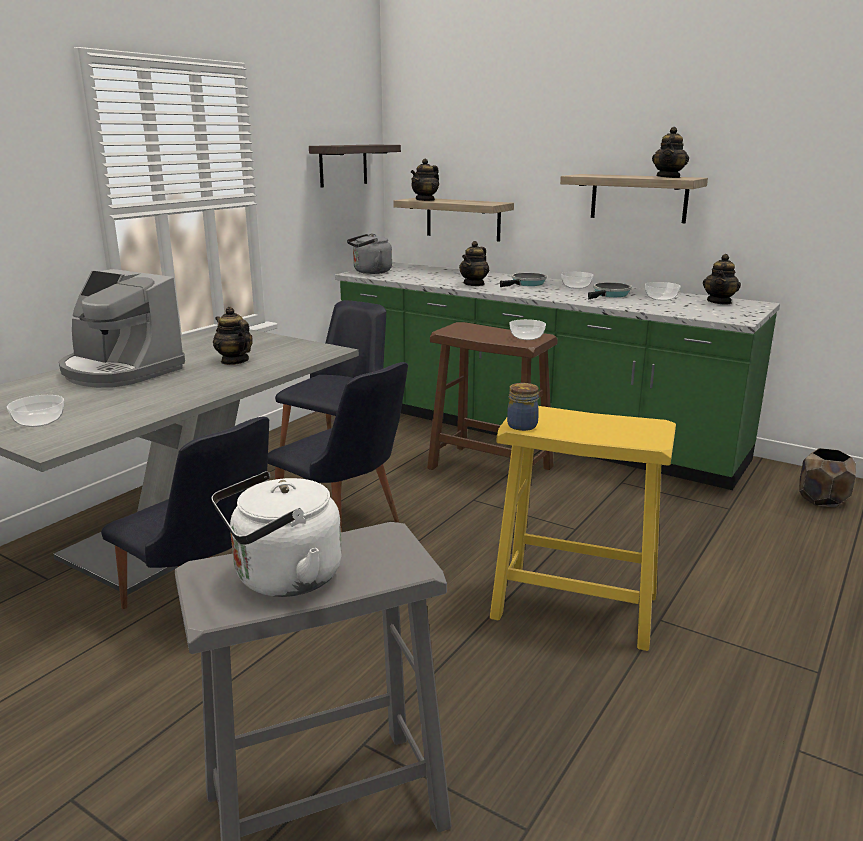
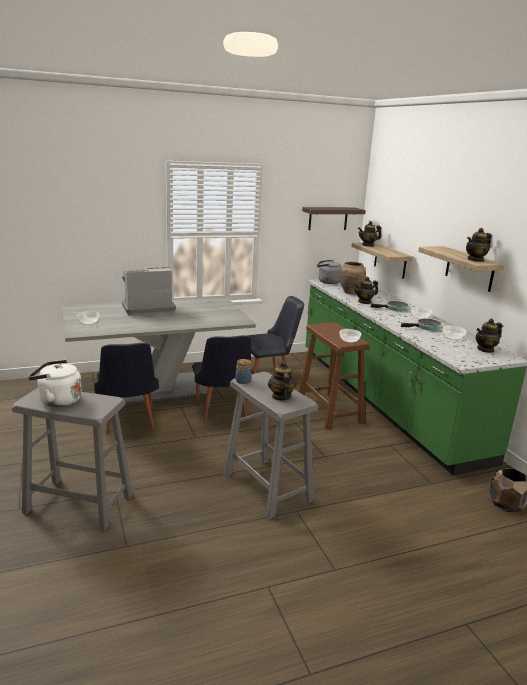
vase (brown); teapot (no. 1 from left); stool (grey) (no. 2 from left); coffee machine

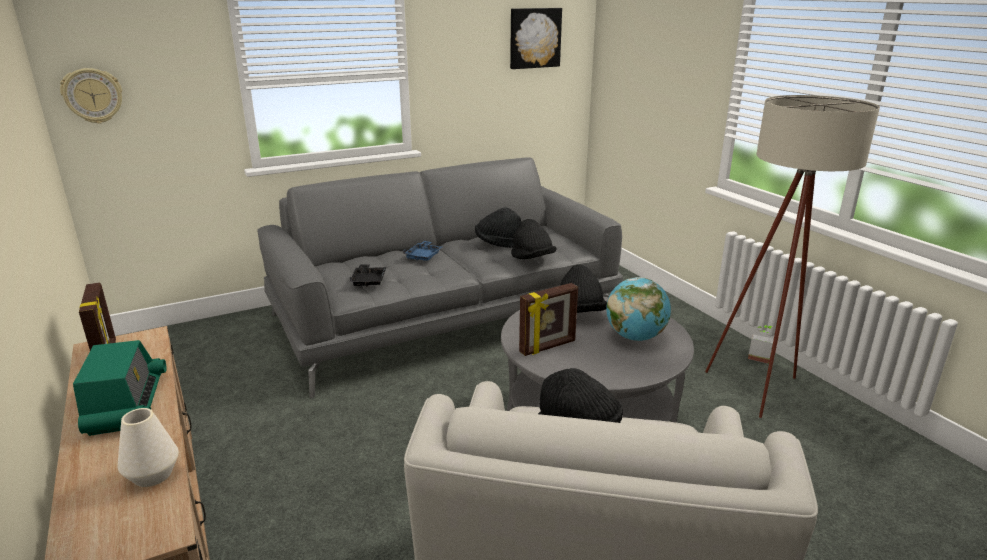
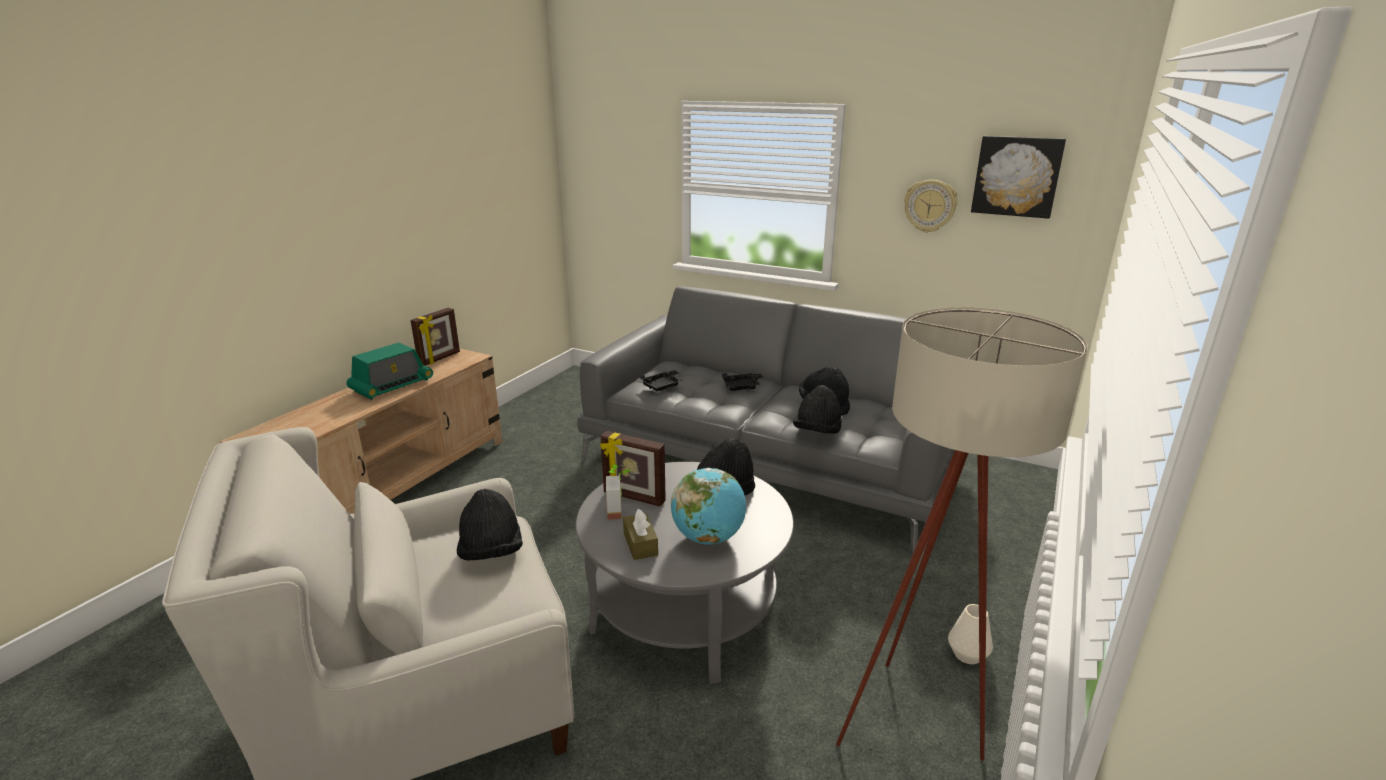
tissue box (brown); wall clock; vase (white); potted plant; tray (black) (no. 2 from left)

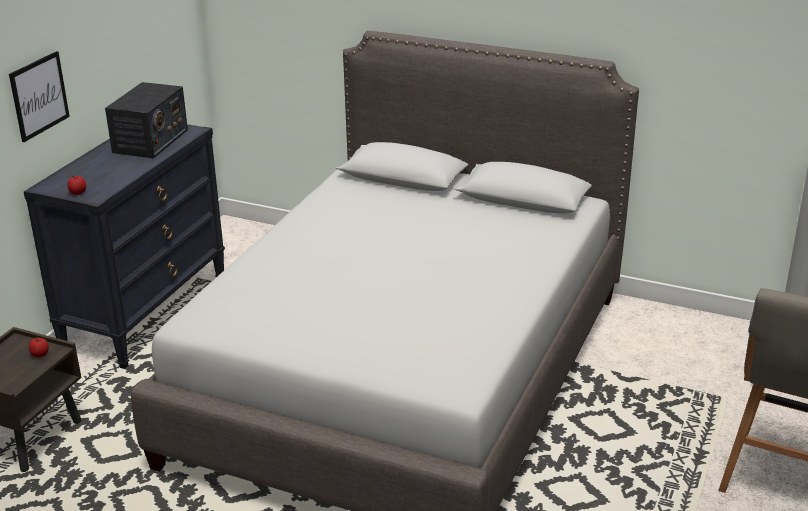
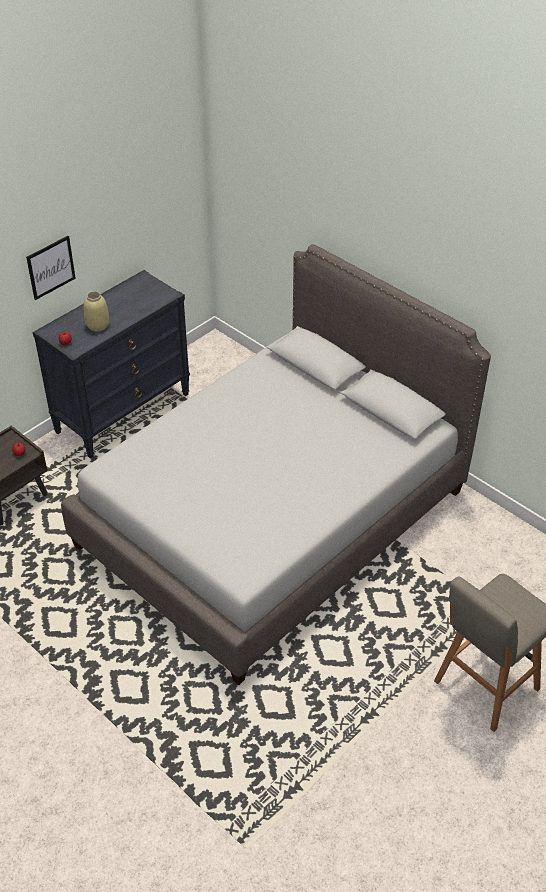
radio; vase (beige)

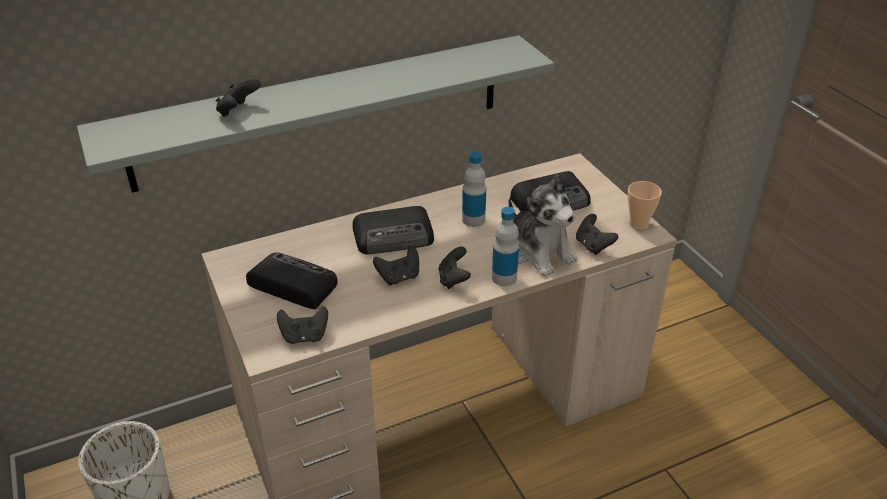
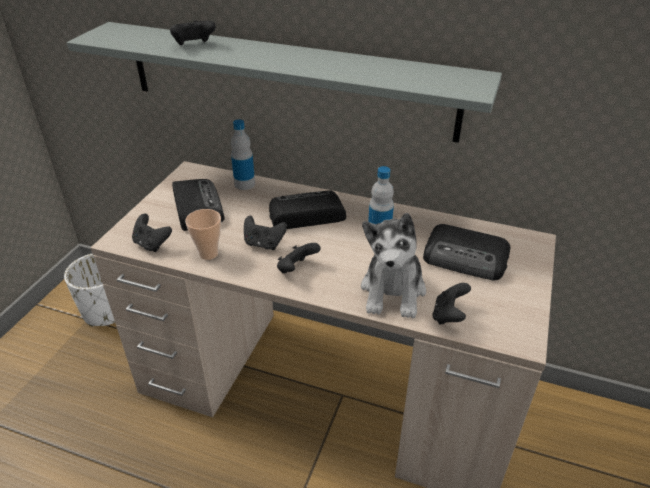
bottle (no. 1 from left); cup; radio (no. 2 from left)

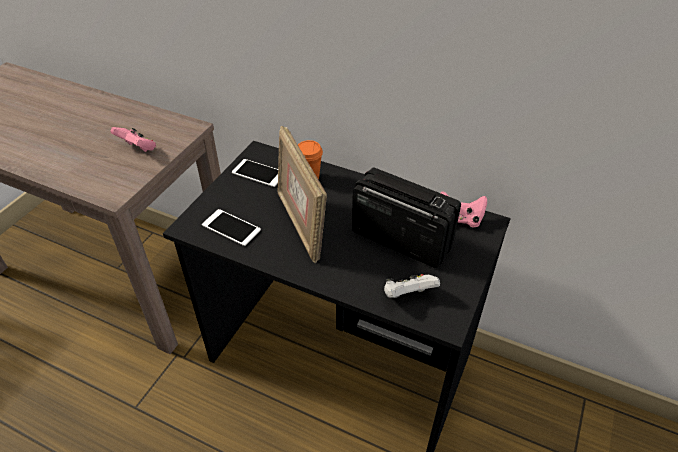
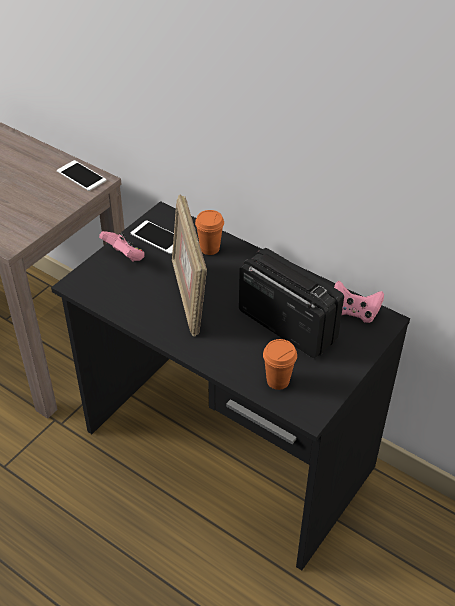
game controller (pink) (no. 1 from left); phone (no. 1 from left); cup (orange) (no. 2 from left)

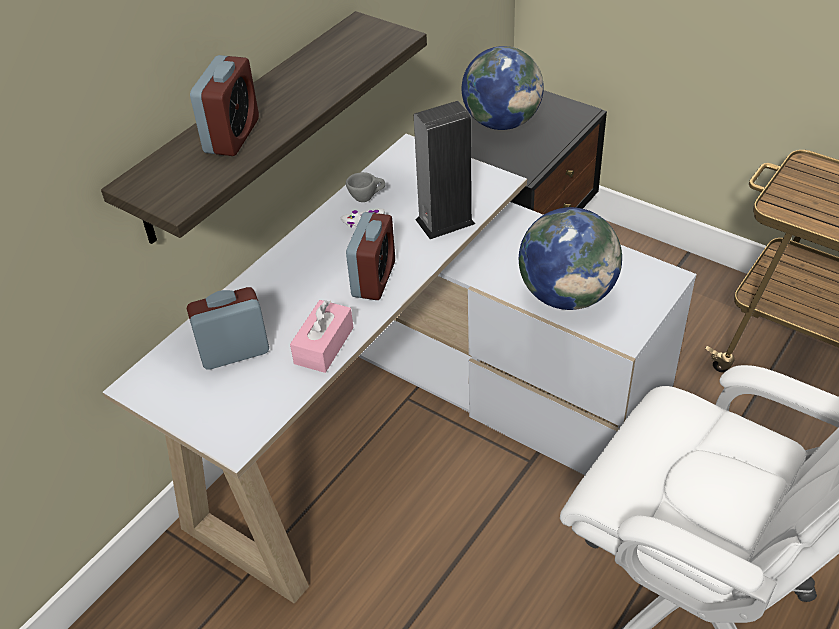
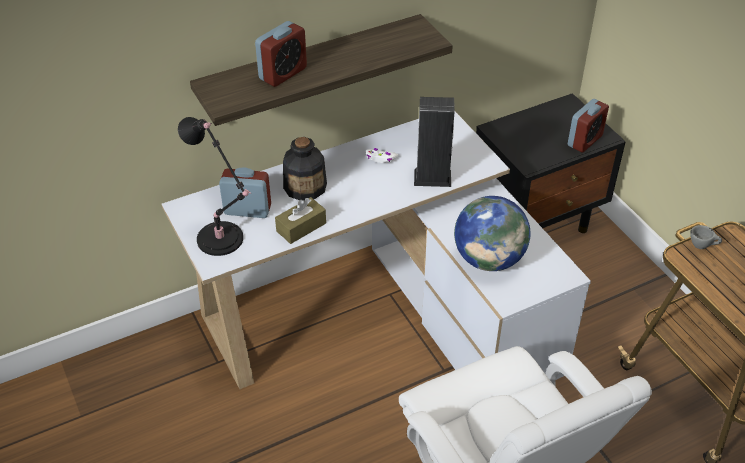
globe (no. 1 from left in the first image); table lamp (black); bottle; cup (grey); alarm clock (no. 3 from left); tissue box (brown)

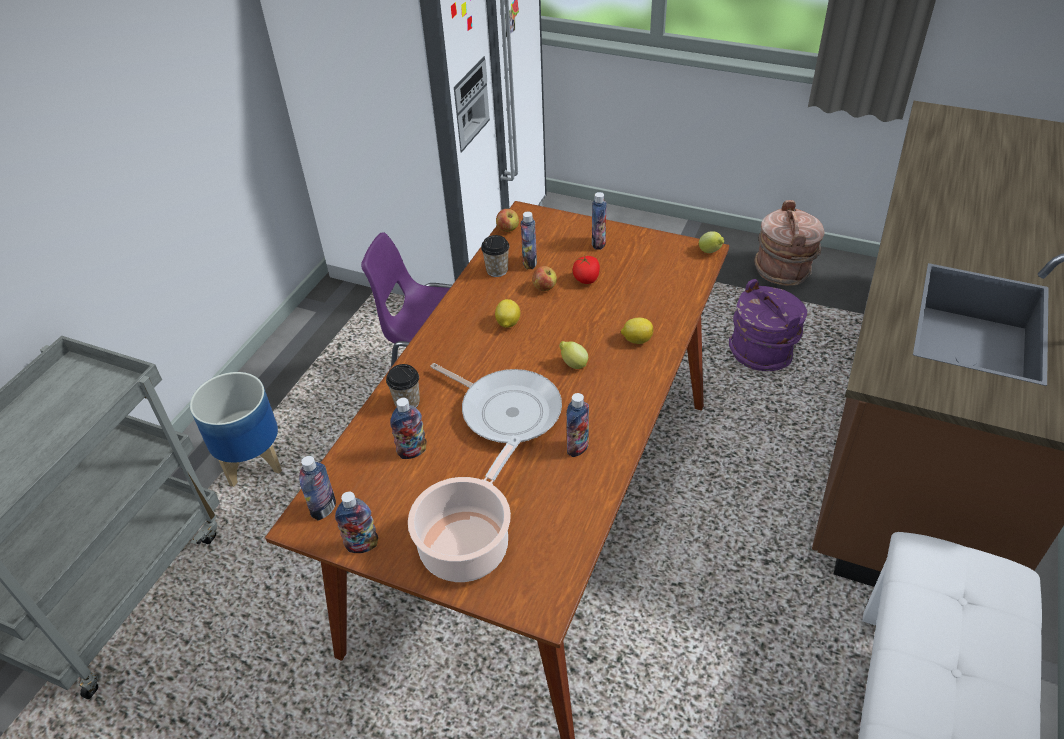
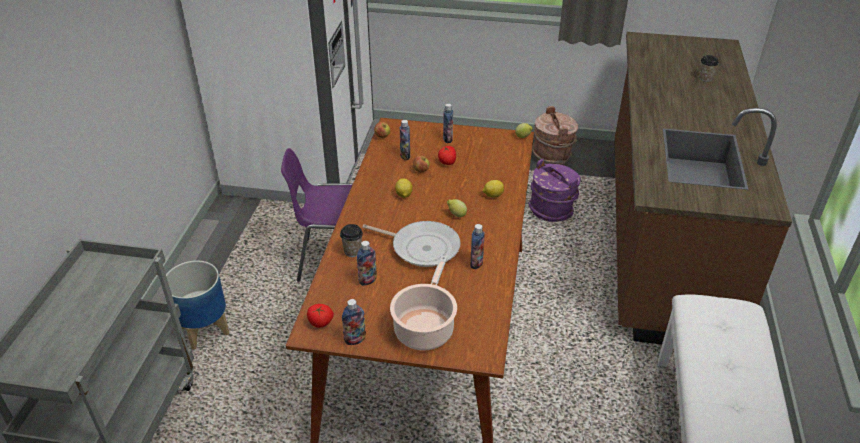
cup (no. 2 from left); tomato (no. 1 from left)

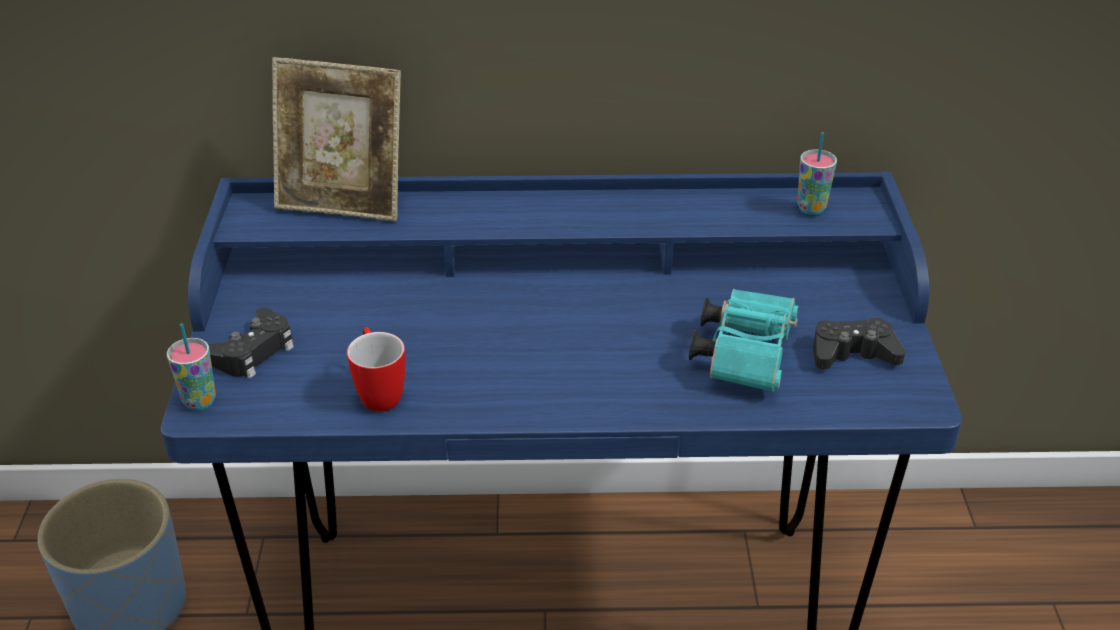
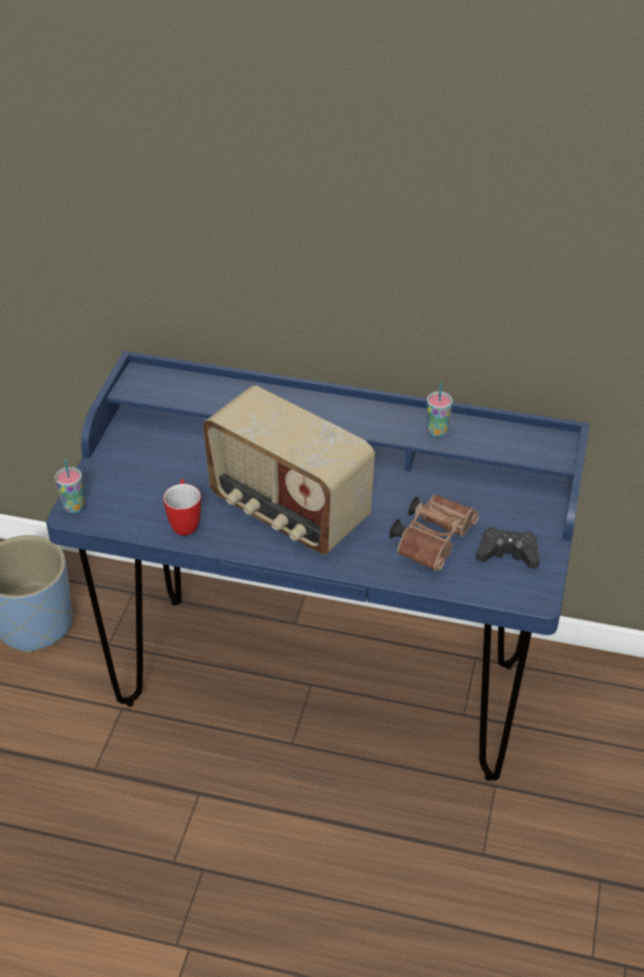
game controller (black) (no. 1 from left in the first image); picture frame; radio; cup (no. 2 from left); binoculars (brown)

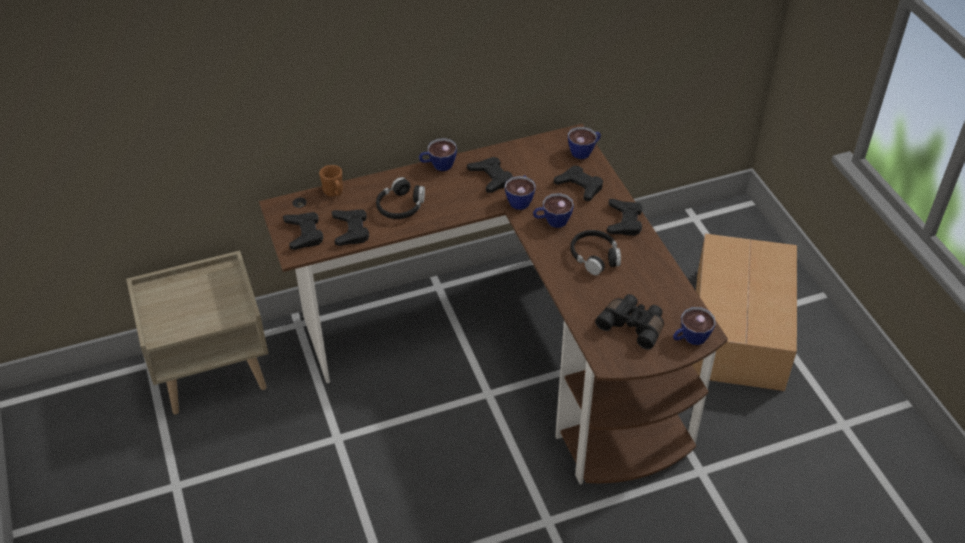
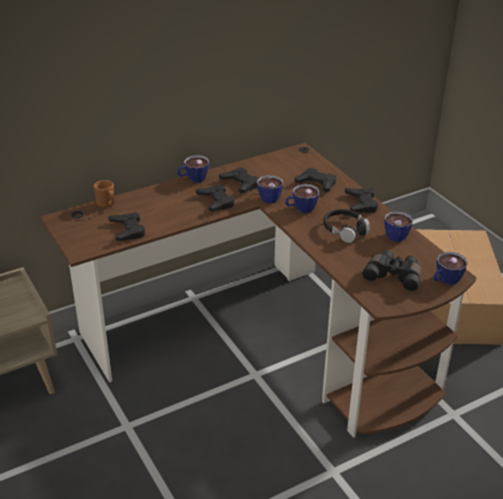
headphones (black) (no. 1 from left in the first image); game controller (black) (no. 2 from left); cup (no. 4 from left)

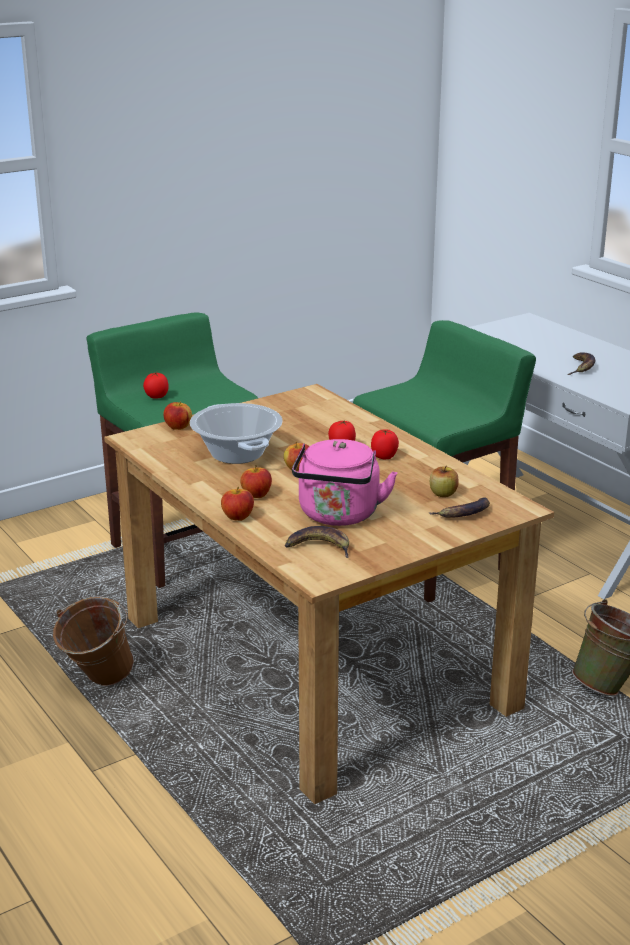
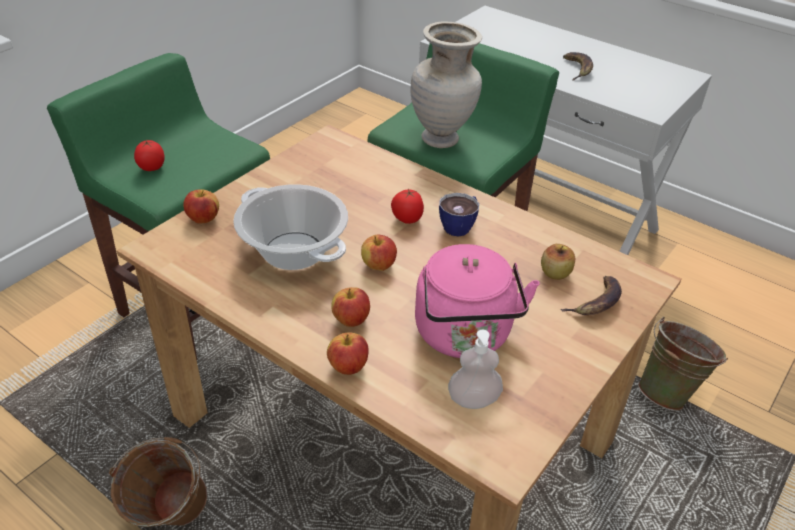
vase (beige); soap dispenser; cup

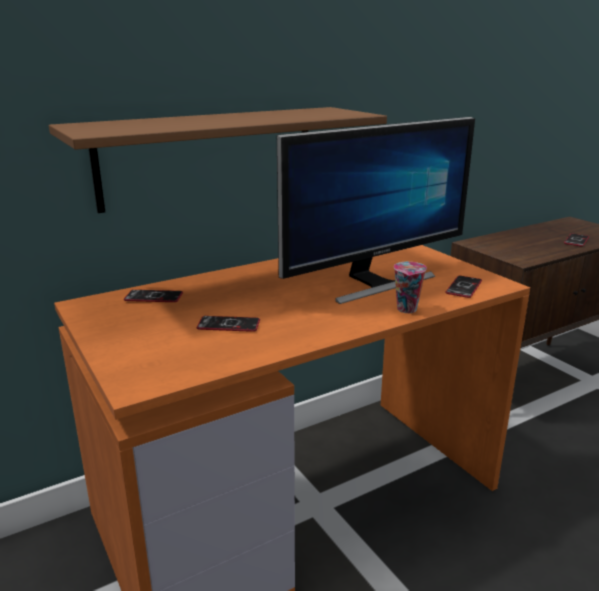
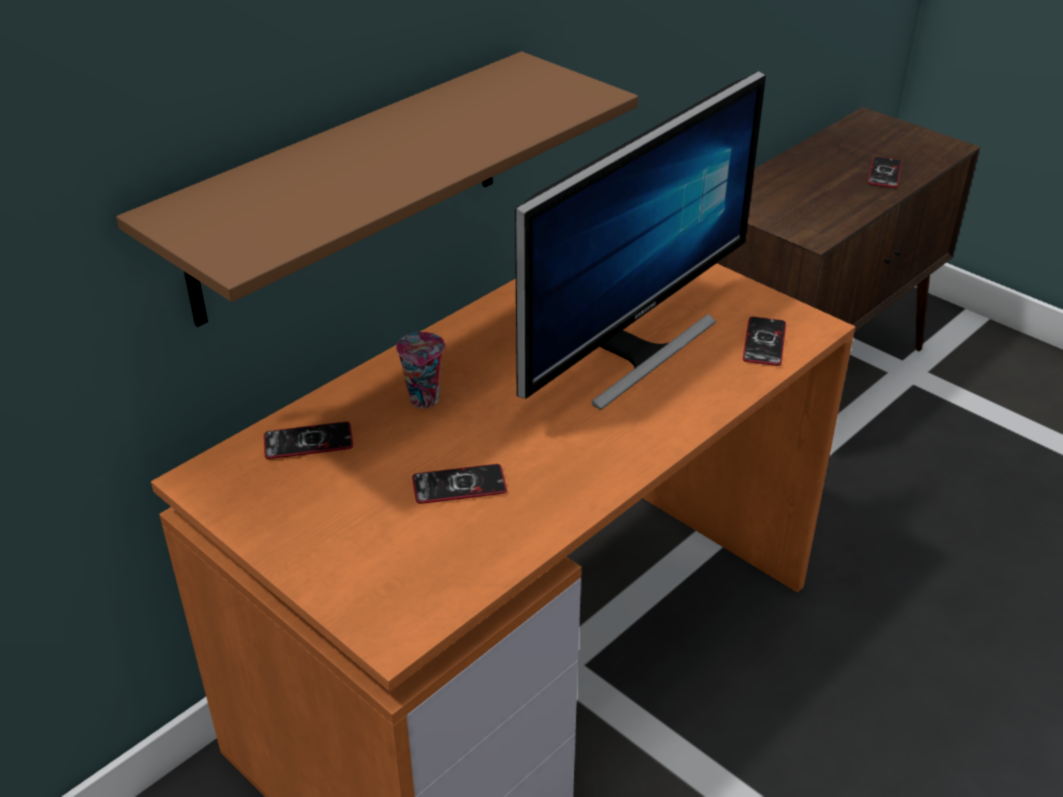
cup

